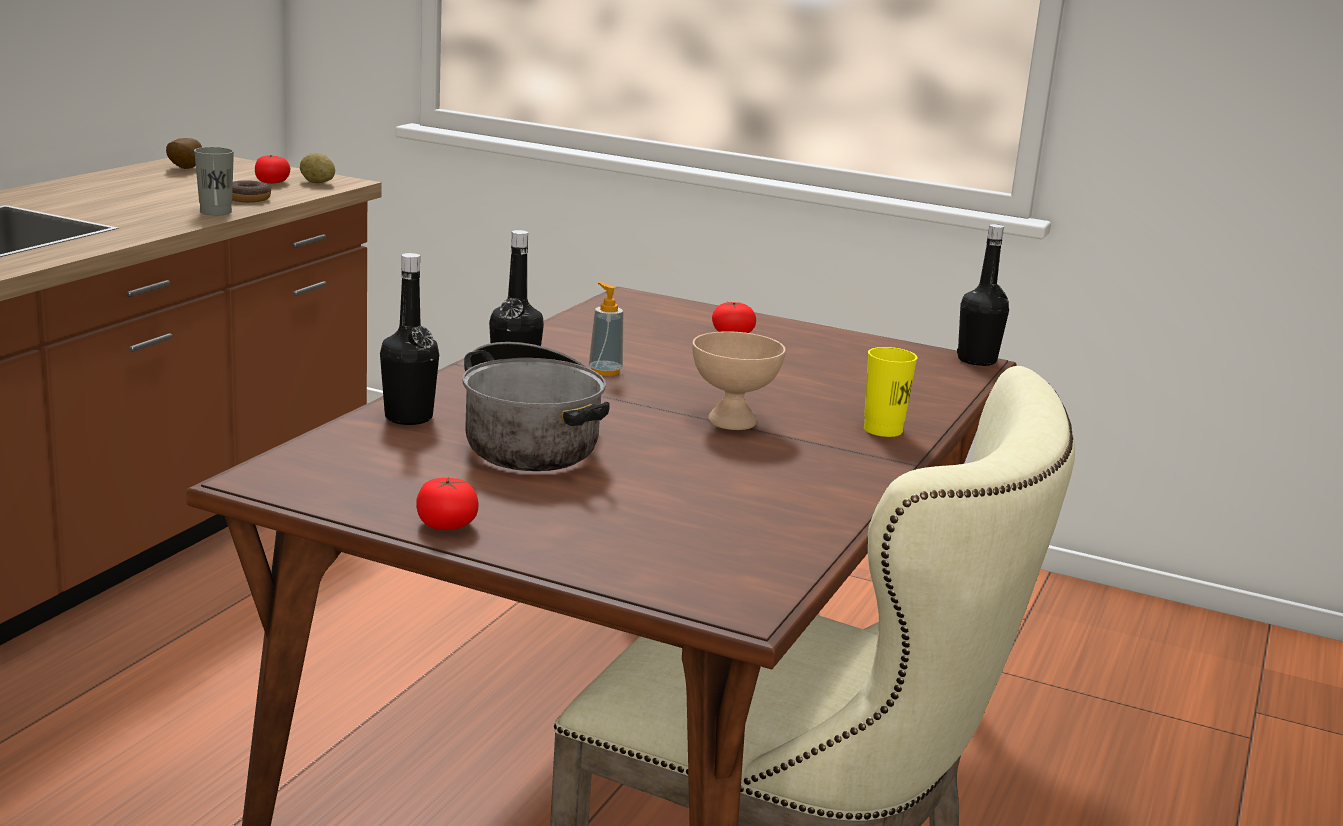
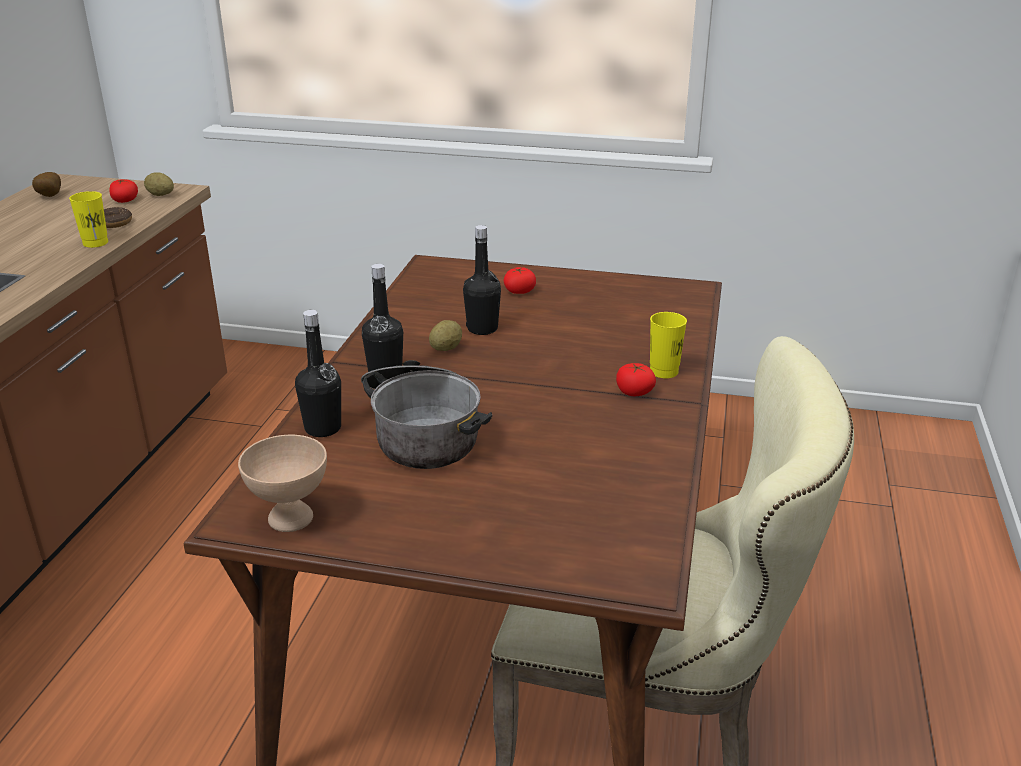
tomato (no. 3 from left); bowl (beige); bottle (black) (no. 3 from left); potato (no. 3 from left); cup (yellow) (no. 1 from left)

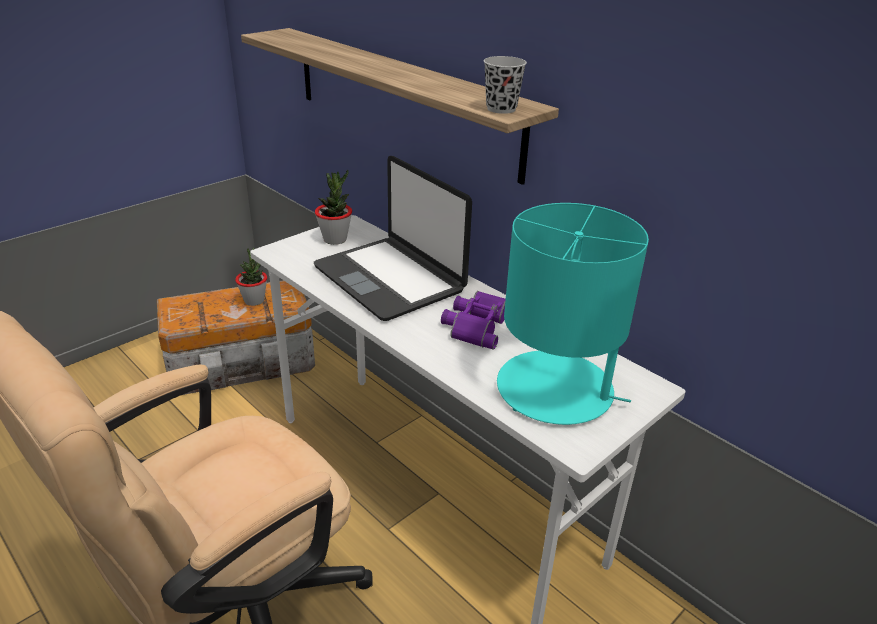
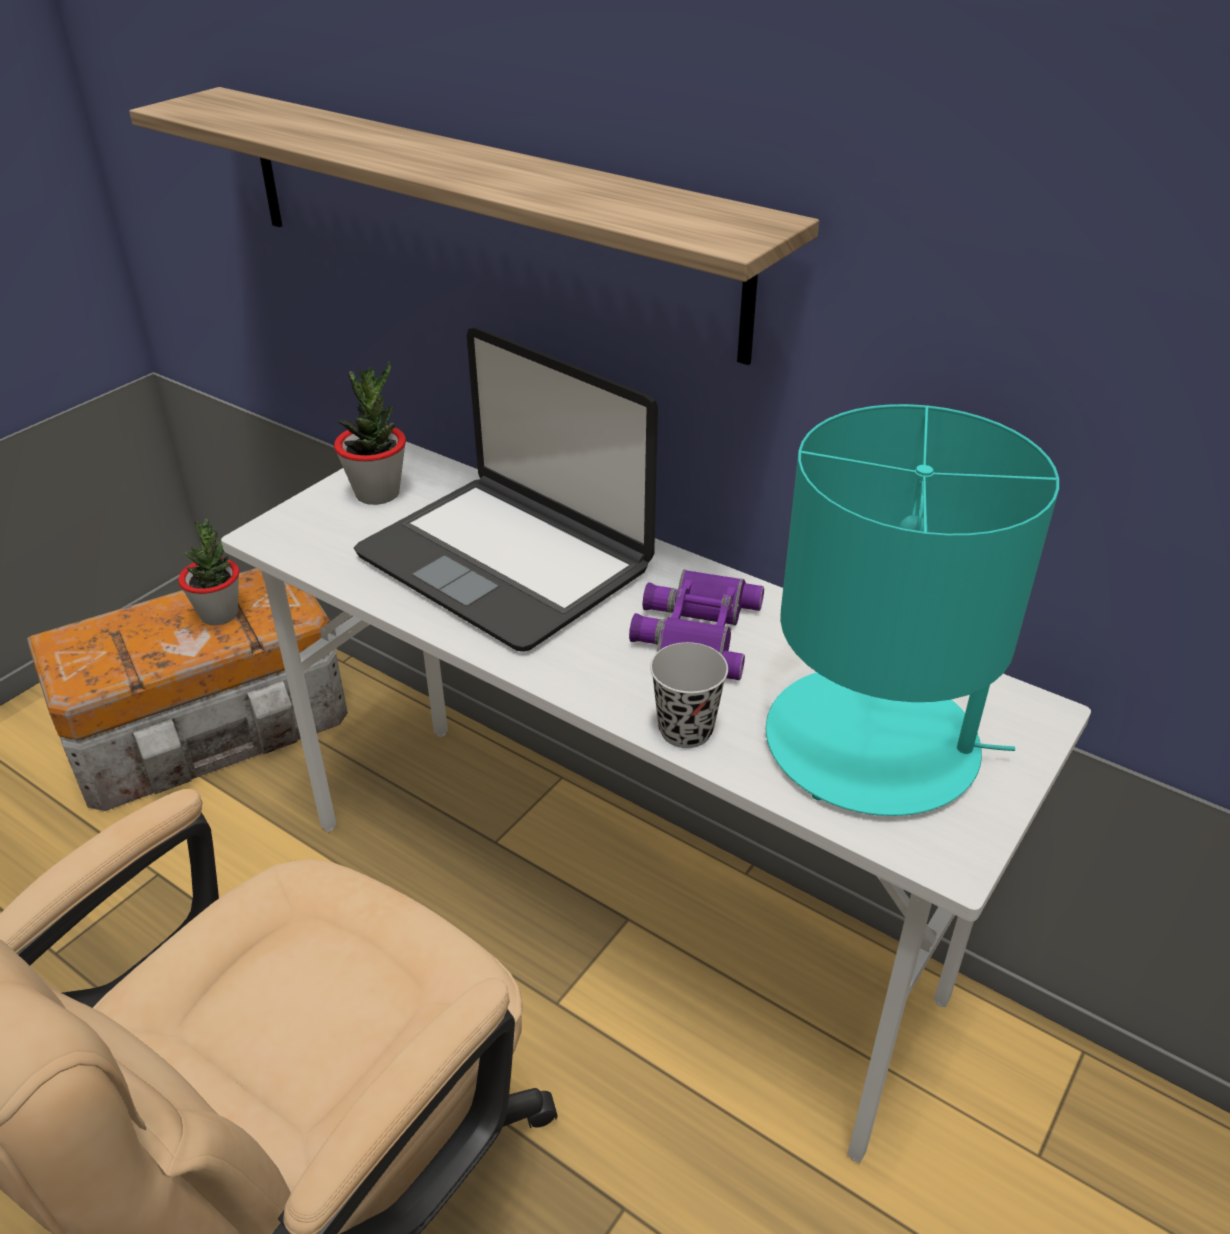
cup (black)

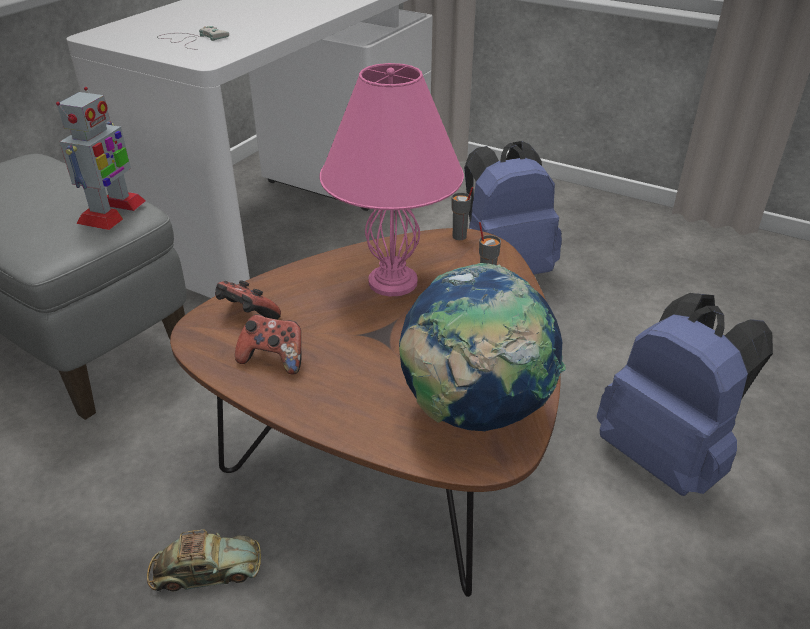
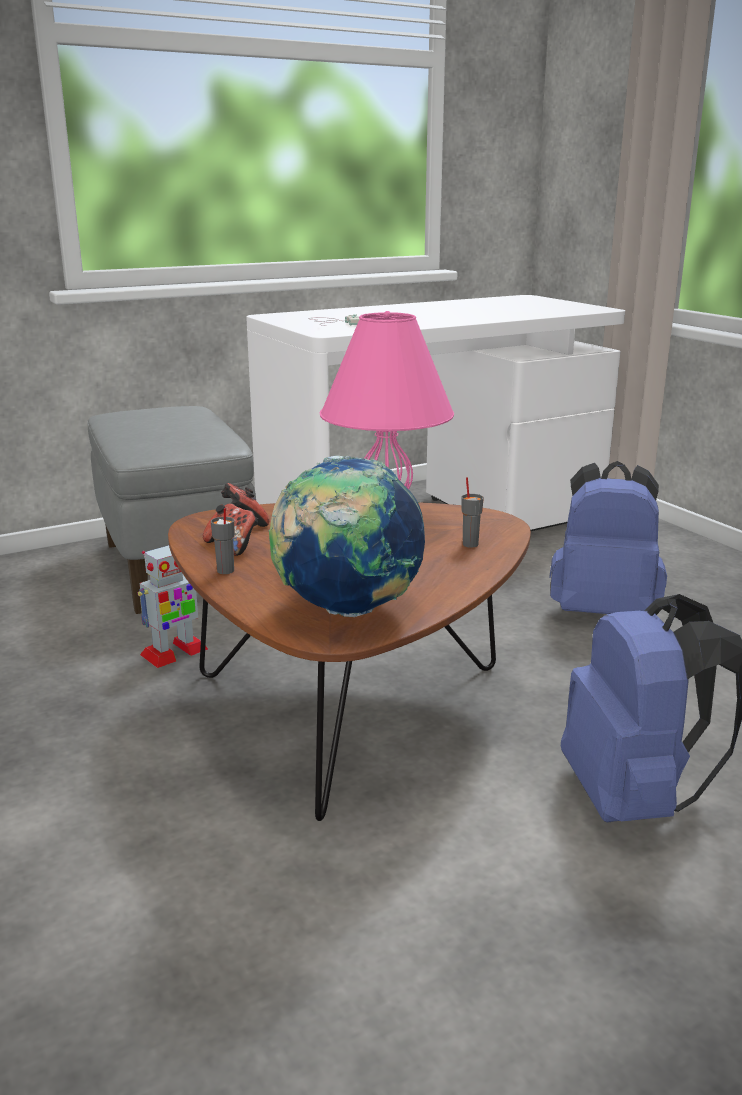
toy car; toy robot; cup (grey) (no. 1 from left)

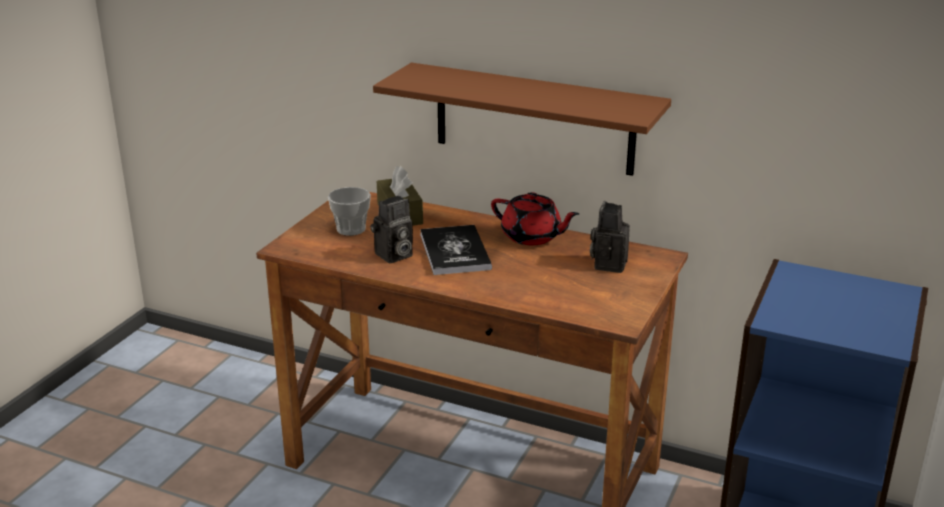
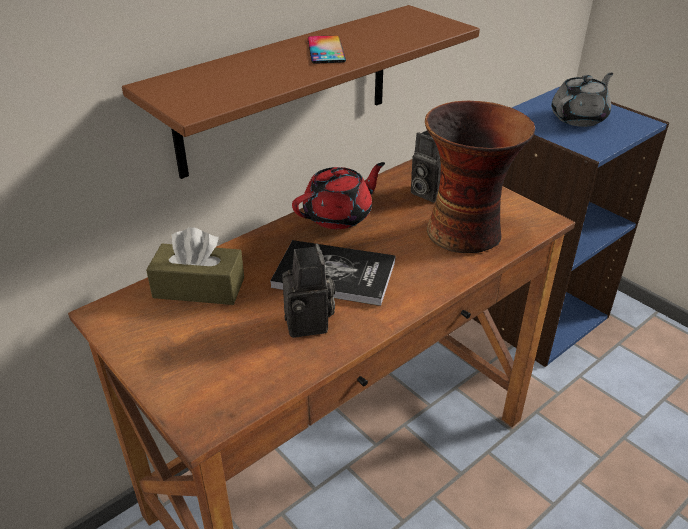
cup; phone; vase; teapot (grey)

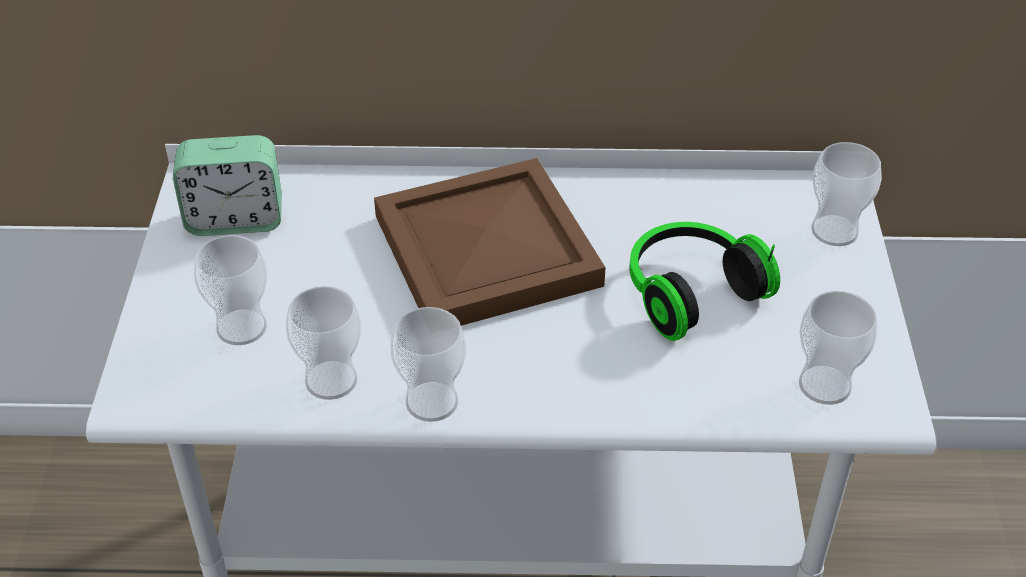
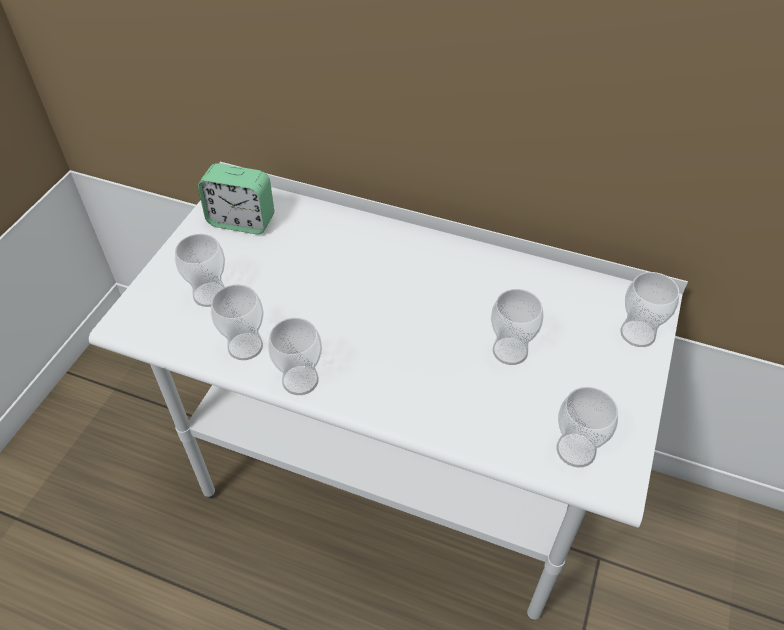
tray (brown); cup (no. 4 from left)

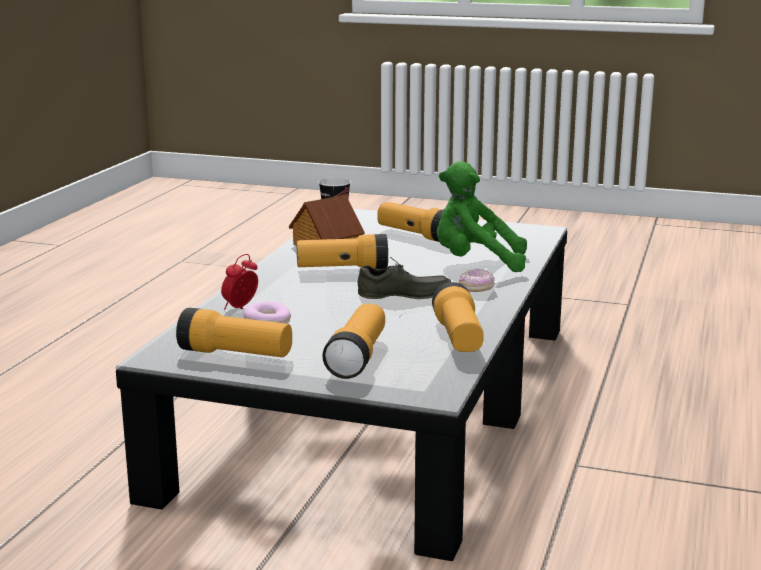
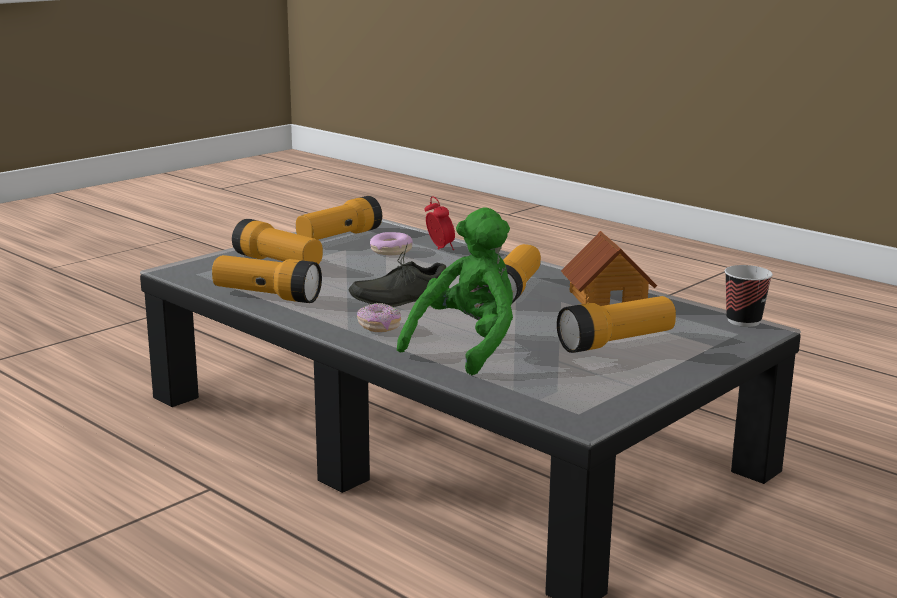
shoe (grey)

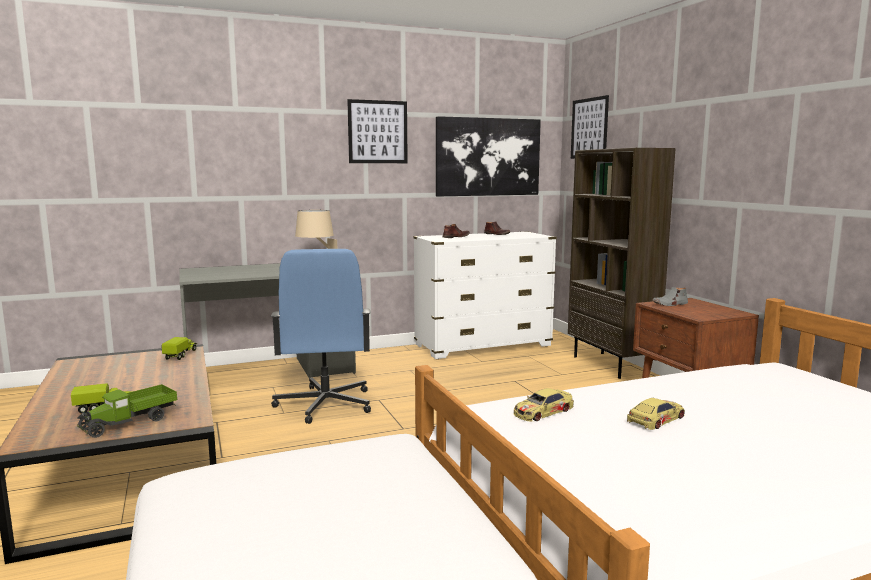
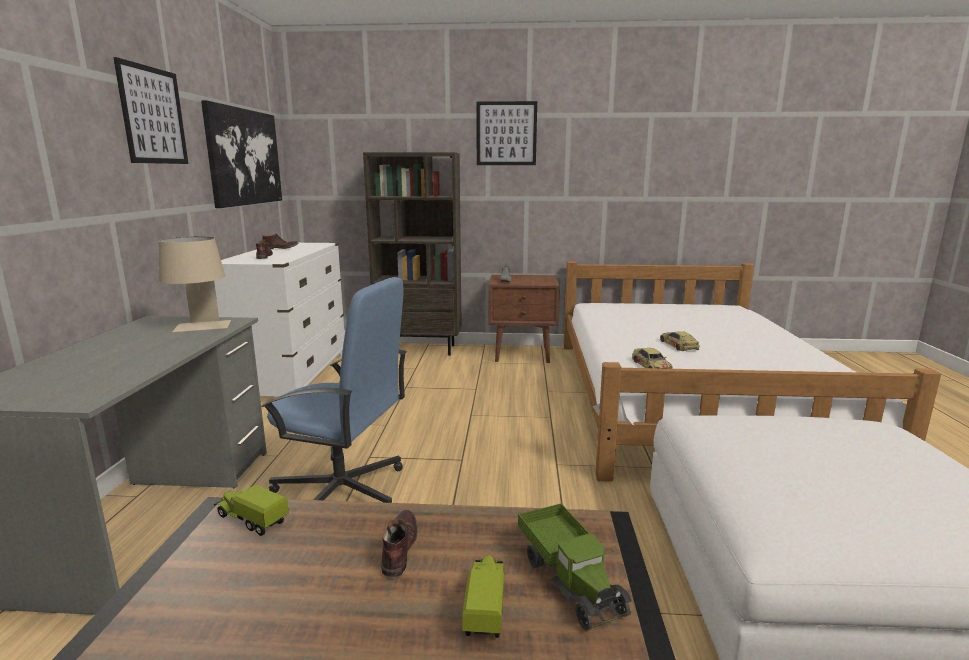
shoe (brown) (no. 3 from left); picture (no. 3 from left)

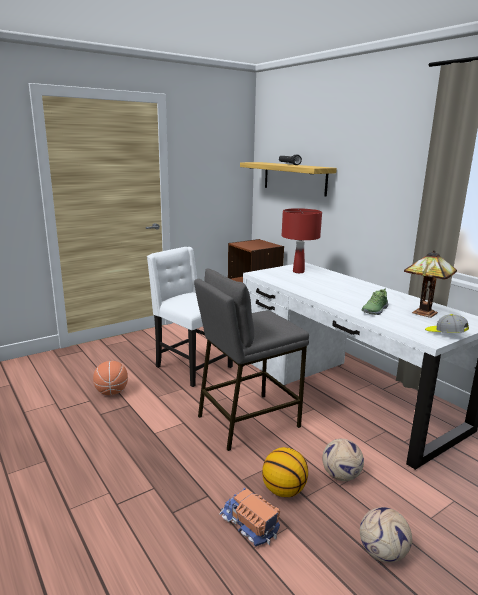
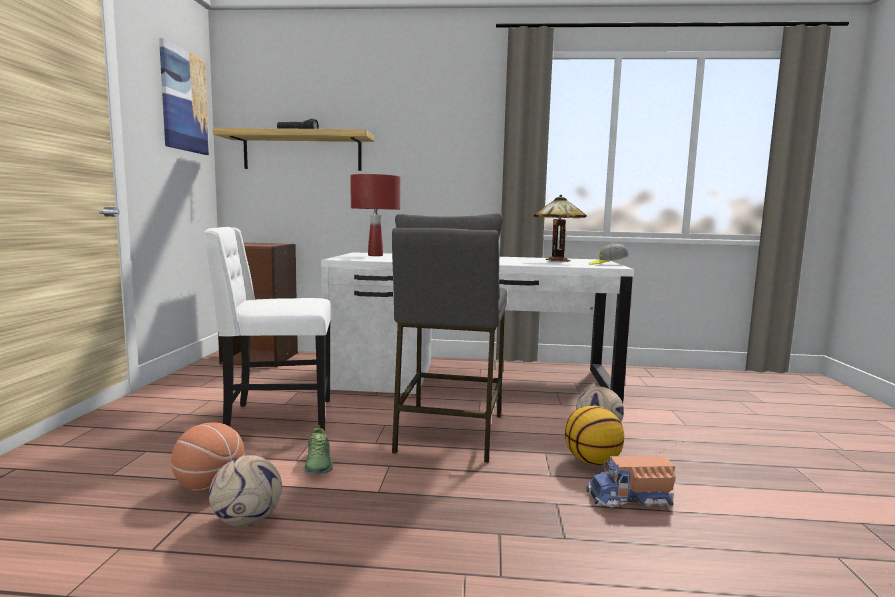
picture; football (no. 1 from left); shoe

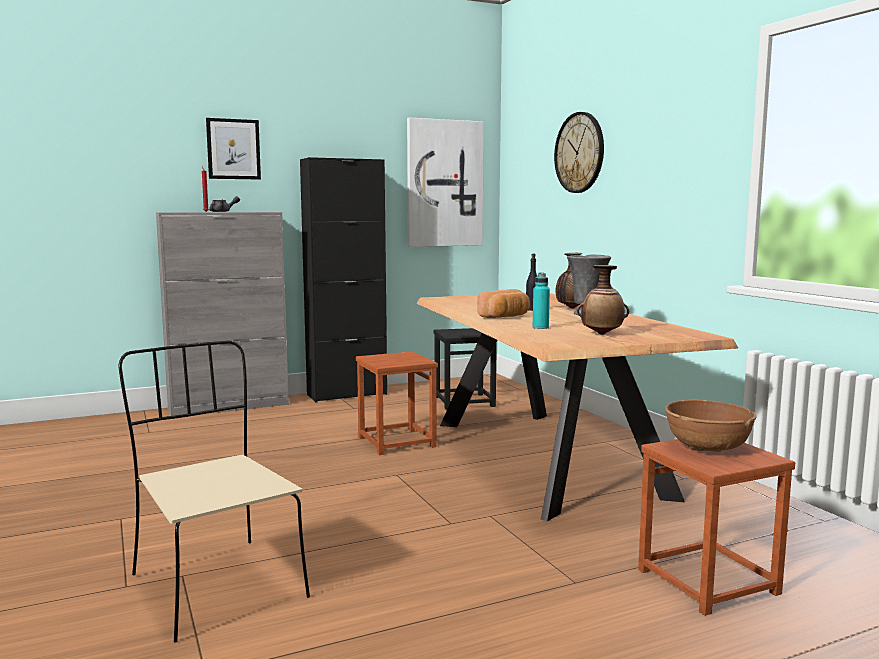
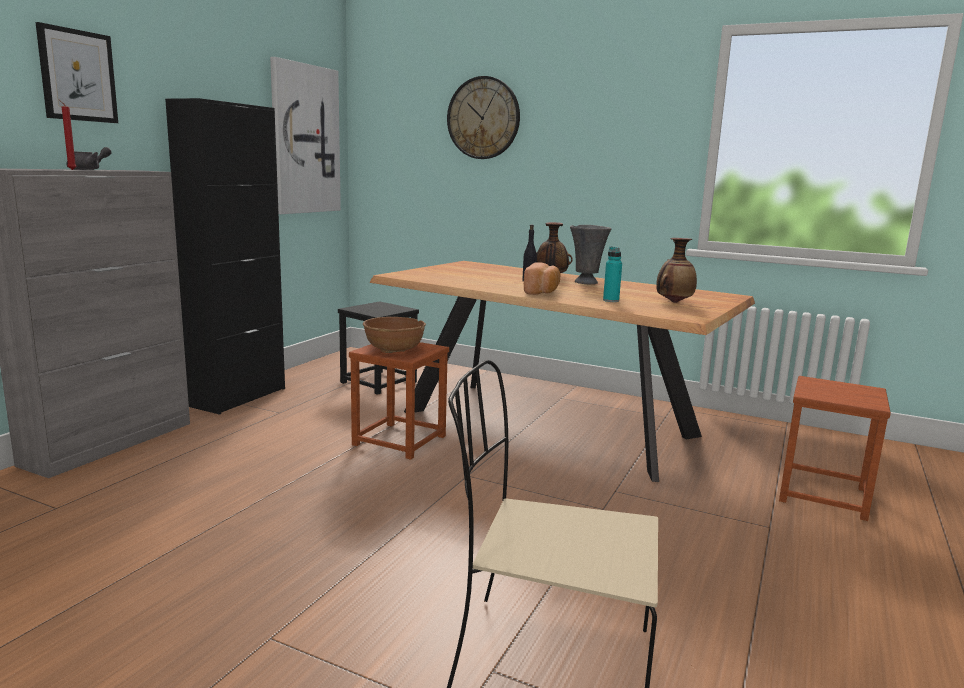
bowl (brown)

